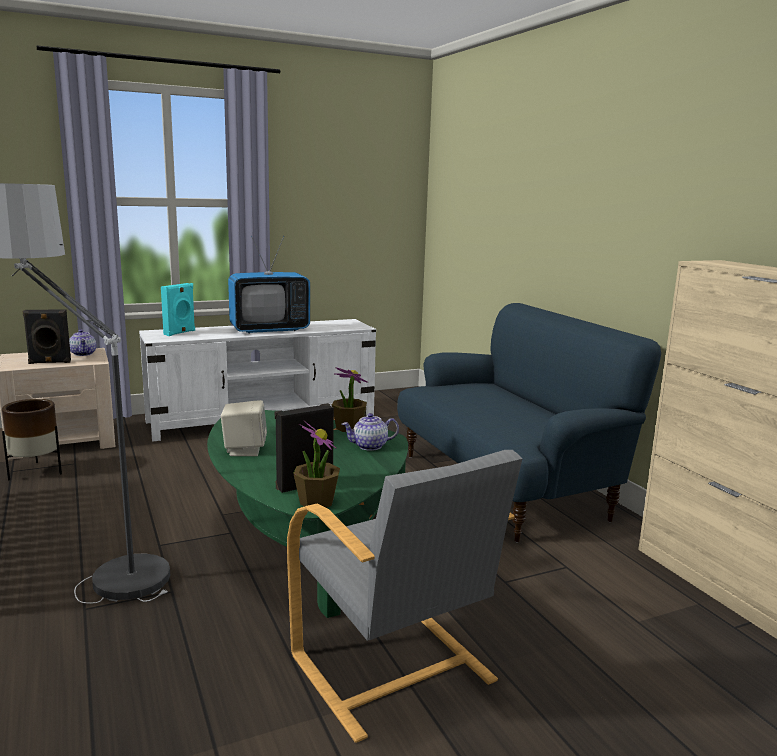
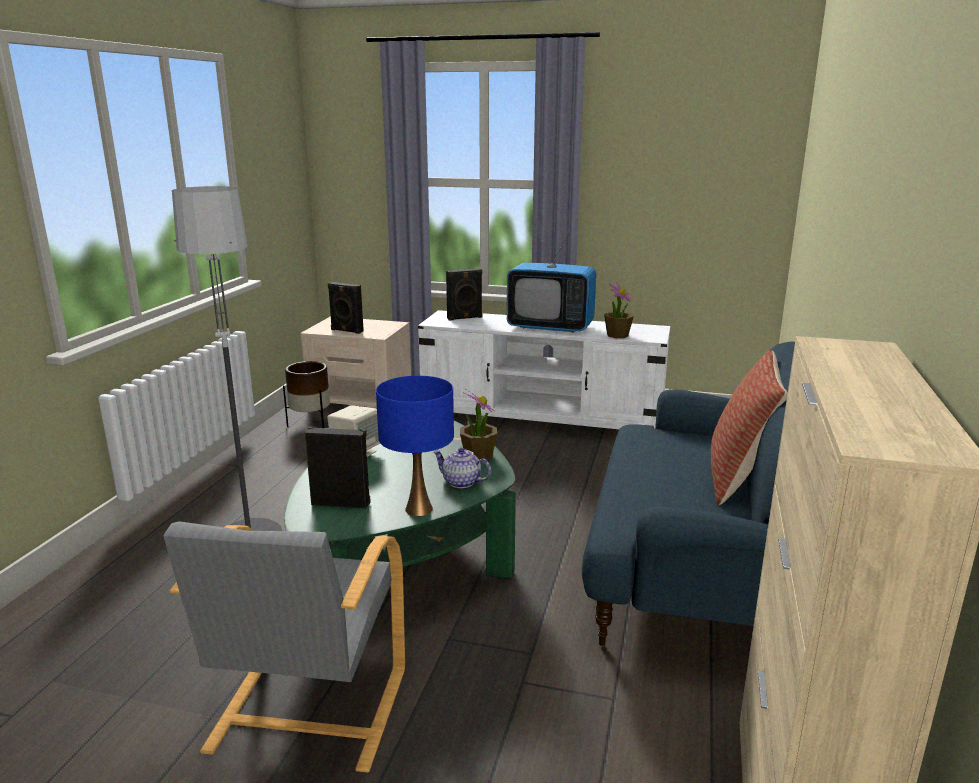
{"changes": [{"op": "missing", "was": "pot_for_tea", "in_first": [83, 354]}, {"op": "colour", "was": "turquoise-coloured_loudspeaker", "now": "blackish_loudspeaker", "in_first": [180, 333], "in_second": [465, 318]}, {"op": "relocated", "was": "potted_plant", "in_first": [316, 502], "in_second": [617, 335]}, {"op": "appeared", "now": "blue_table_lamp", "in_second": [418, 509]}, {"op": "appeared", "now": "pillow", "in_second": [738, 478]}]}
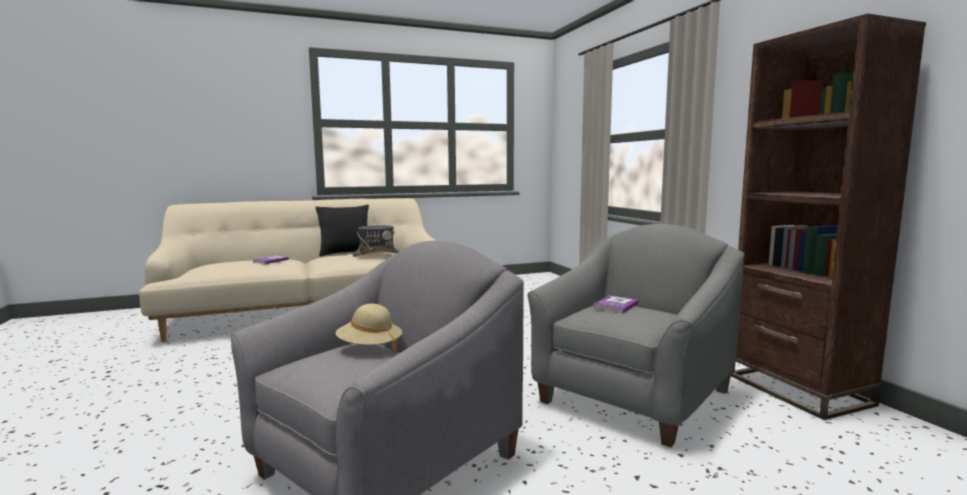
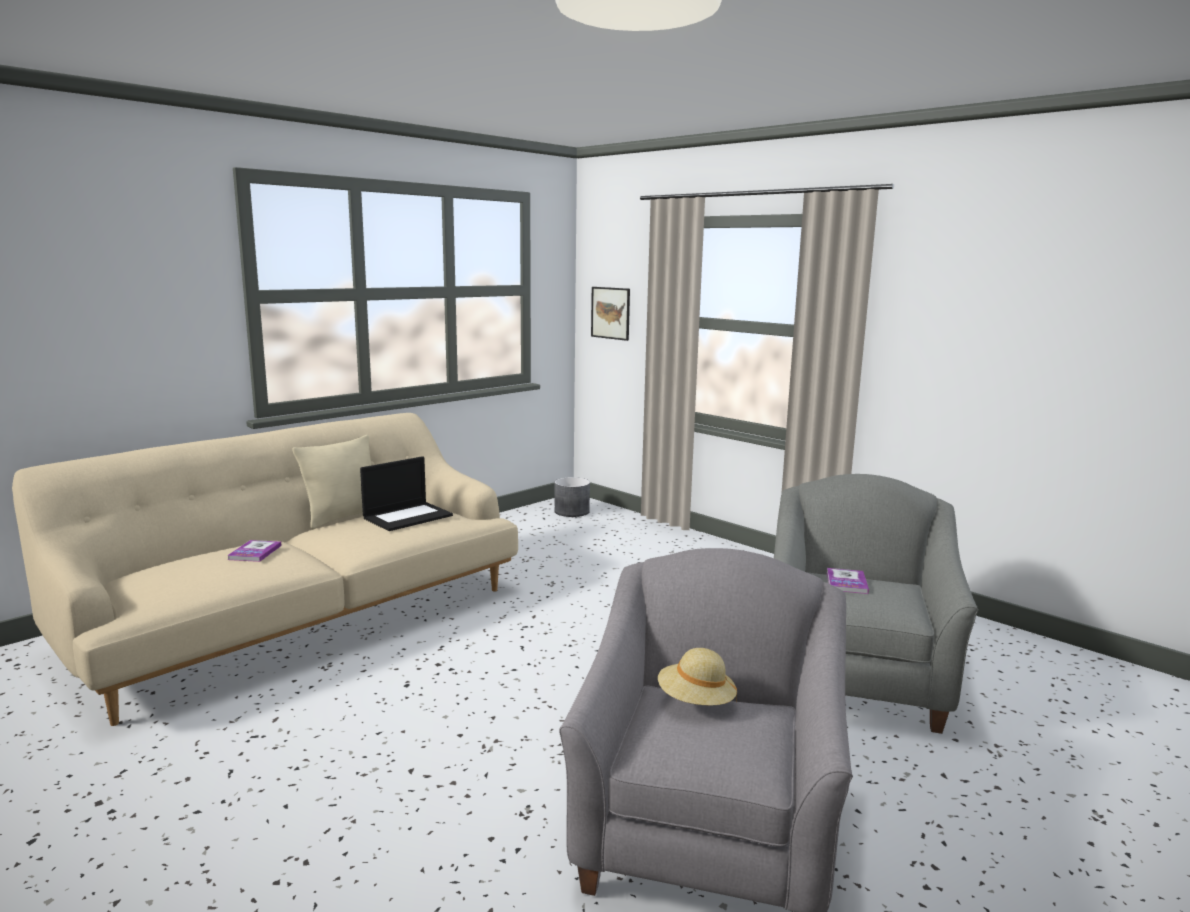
{"changes": [{"op": "colour", "was": "blackish_pillow", "now": "beige_pillow", "in_first": [346, 253], "in_second": [344, 517]}, {"op": "exchanged", "was": "grey_clothing_hat", "now": "notebook_computer", "in_first": [377, 254], "in_second": [408, 516]}, {"op": "missing", "was": "brown_bookshelf", "in_first": [797, 389]}, {"op": "appeared", "now": "grey_plant_pot", "in_second": [571, 512]}, {"op": "appeared", "now": "wall_picture", "in_second": [610, 313]}]}
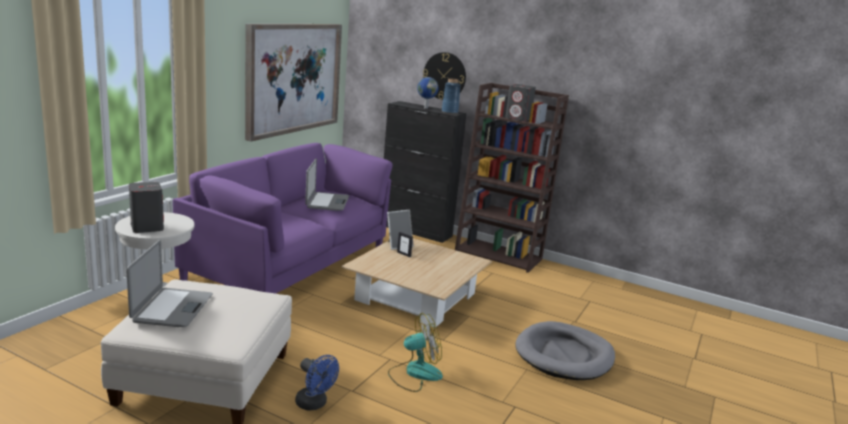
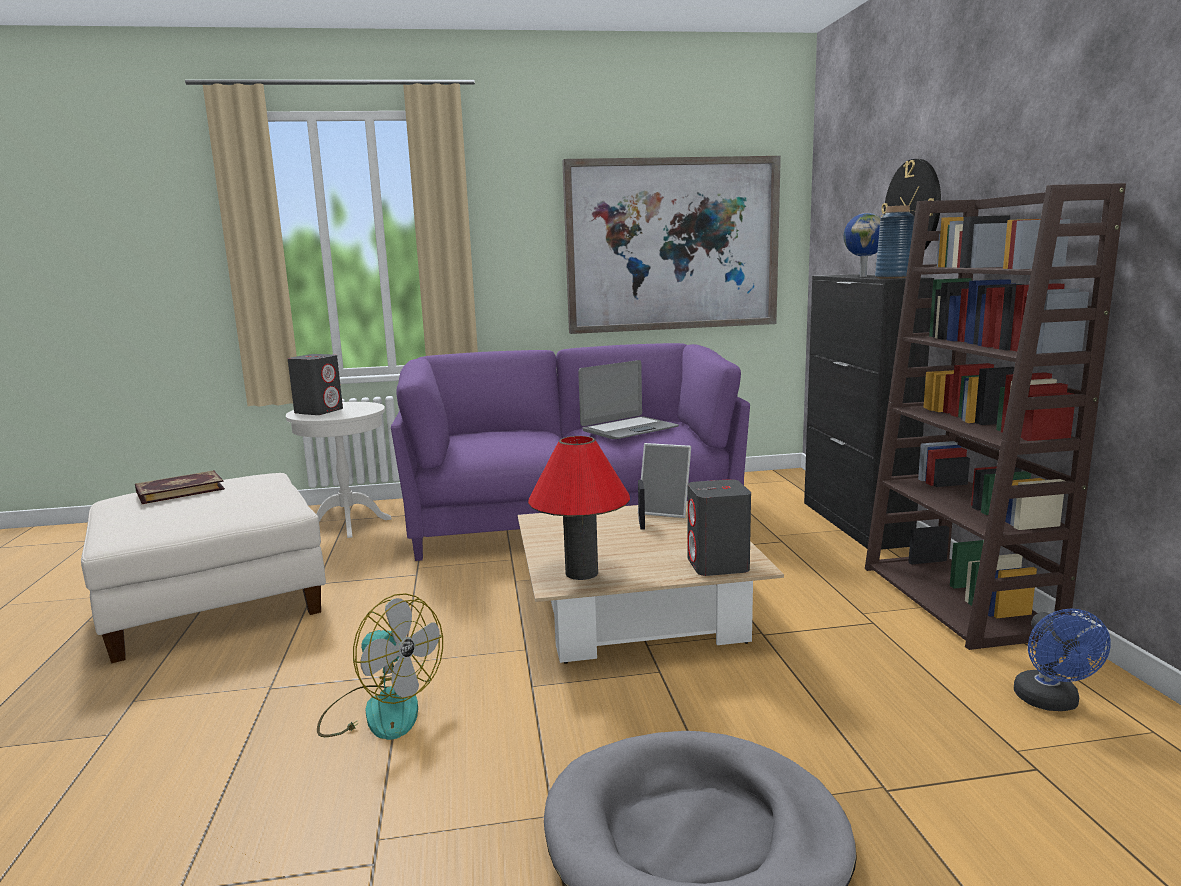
{"changes": [{"op": "exchanged", "was": "notebook_computer", "now": "volume", "in_first": [172, 308], "in_second": [180, 490]}, {"op": "relocated", "was": "blue_cooling_fan", "in_first": [315, 404], "in_second": [1051, 703]}, {"op": "relocated", "was": "grey_loudspeaker", "in_first": [518, 119], "in_second": [718, 565]}, {"op": "appeared", "now": "reddish_table_lamp", "in_second": [581, 573]}]}
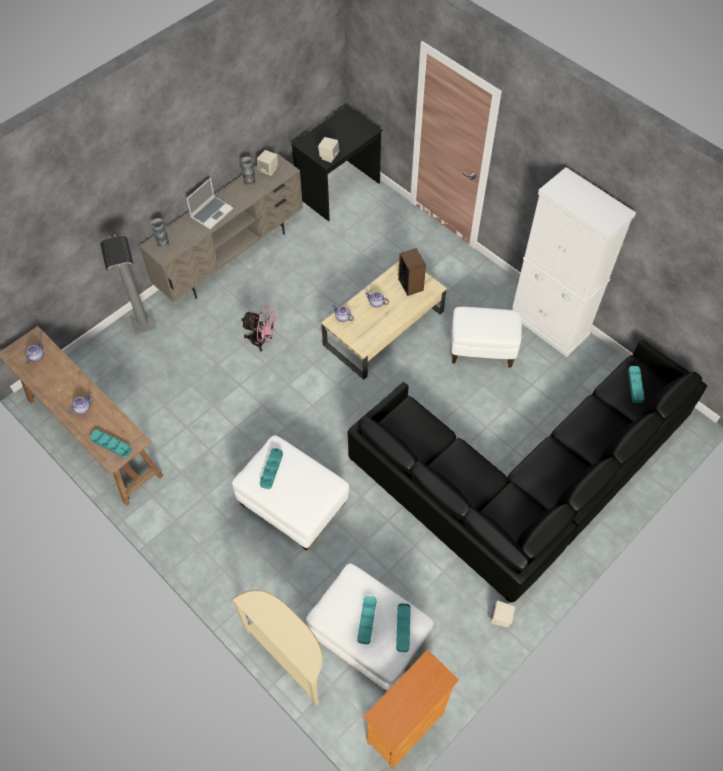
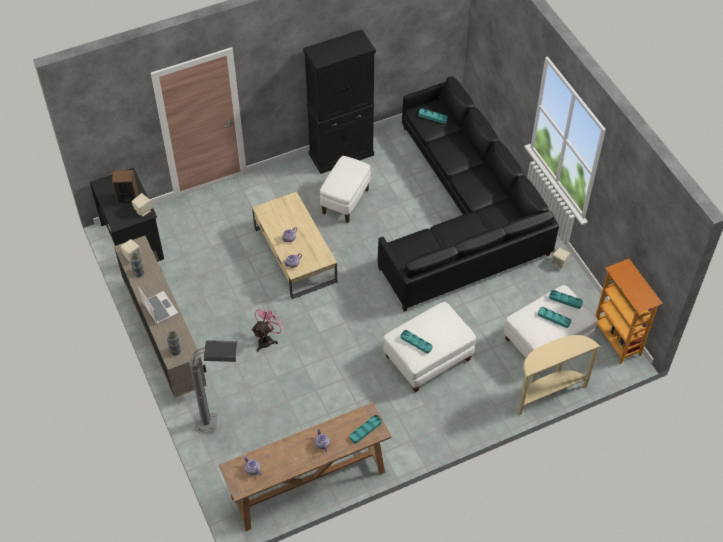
{"changes": [{"op": "relocated", "was": "loudspeaker", "in_first": [411, 284], "in_second": [128, 198]}, {"op": "colour", "was": "whitish_storage_cabinet", "now": "blackish_storage_cabinet", "in_first": [549, 325], "in_second": [341, 154]}]}
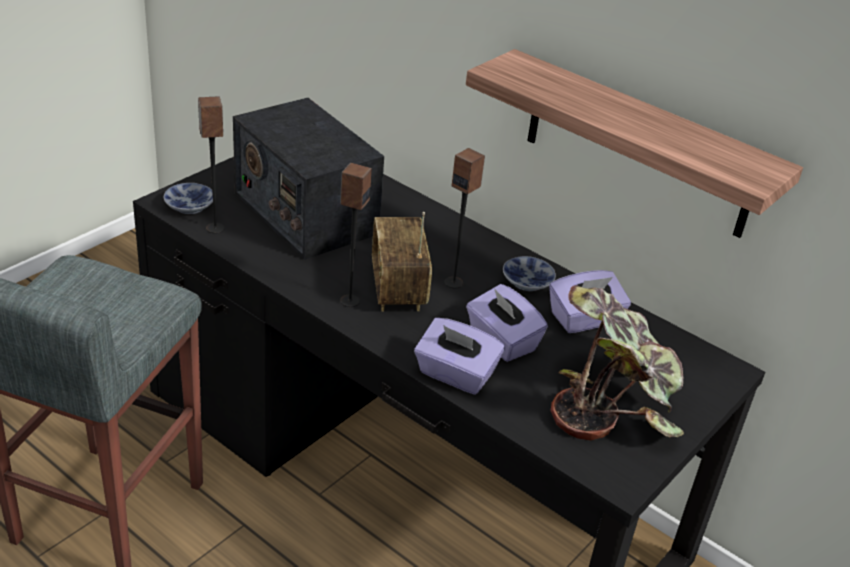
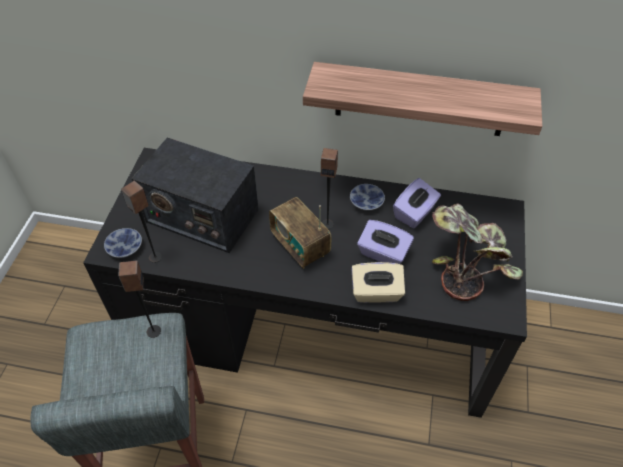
{"changes": [{"op": "relocated", "was": "loudspeaker", "in_first": [349, 301], "in_second": [153, 331]}, {"op": "colour", "was": "purple_tissue_holder", "now": "beige_tissue_holder", "in_first": [455, 375], "in_second": [376, 293]}]}
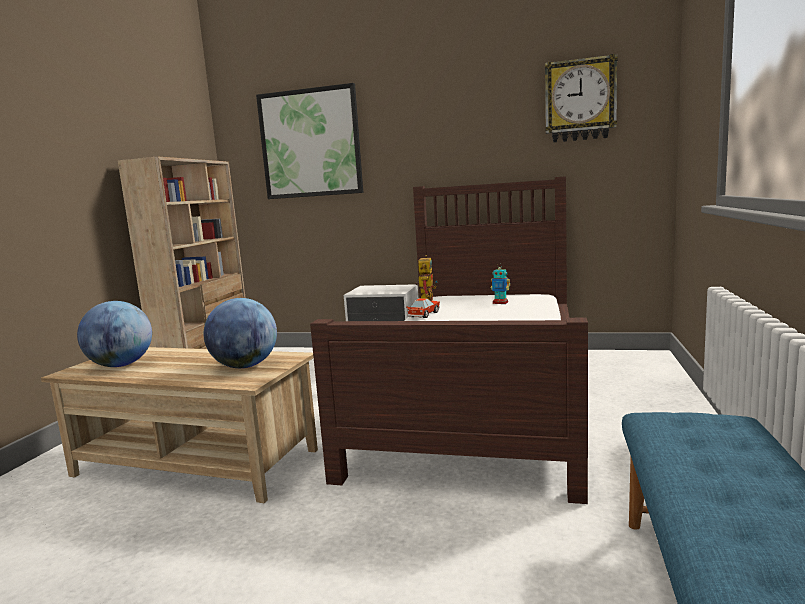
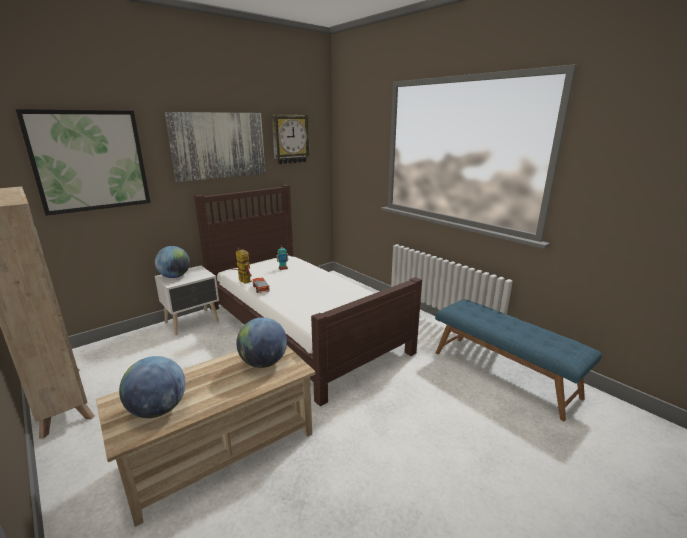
{"changes": [{"op": "appeared", "now": "desk_globe", "in_second": [175, 276]}, {"op": "appeared", "now": "wall_picture", "in_second": [219, 145]}]}
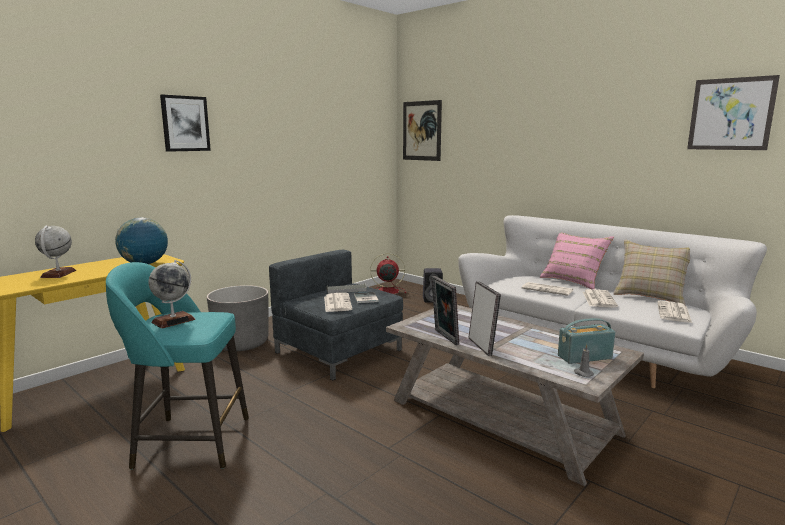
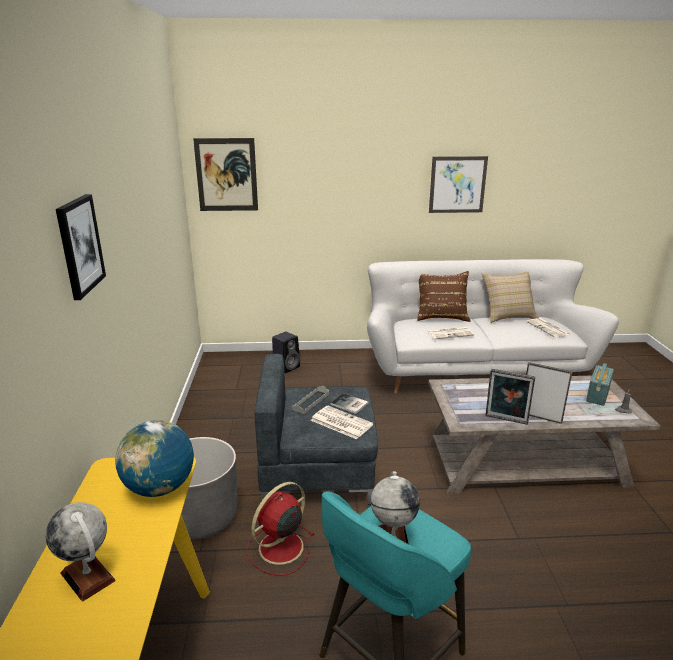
{"changes": [{"op": "relocated", "was": "reddish_cooling_fan", "in_first": [386, 291], "in_second": [279, 548]}, {"op": "colour", "was": "pinkish_pillow", "now": "brown_pillow", "in_first": [573, 281], "in_second": [441, 316]}, {"op": "missing", "was": "printed_paper", "in_first": [598, 299]}, {"op": "relocated", "was": "wall_picture", "in_first": [731, 114], "in_second": [457, 184]}]}
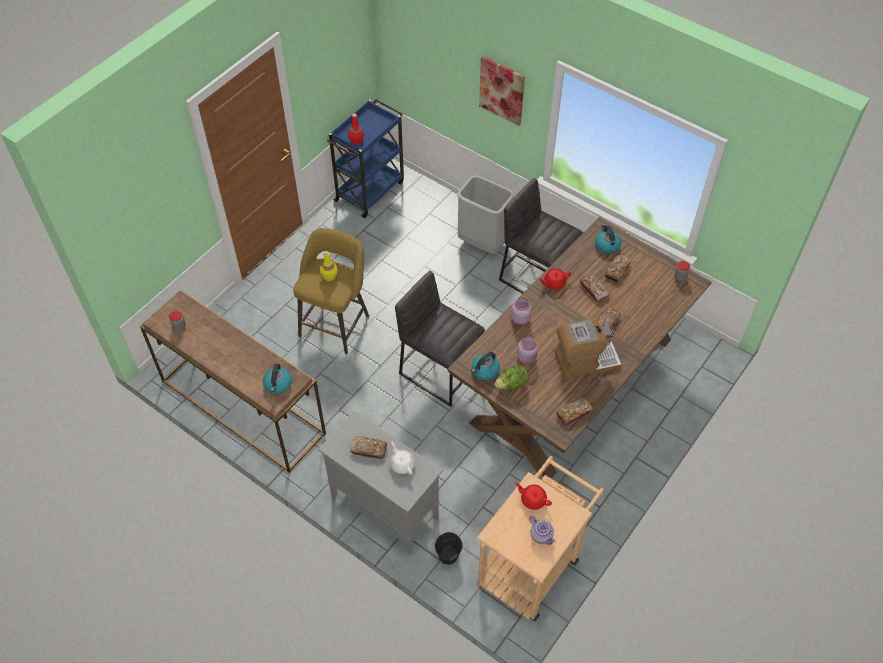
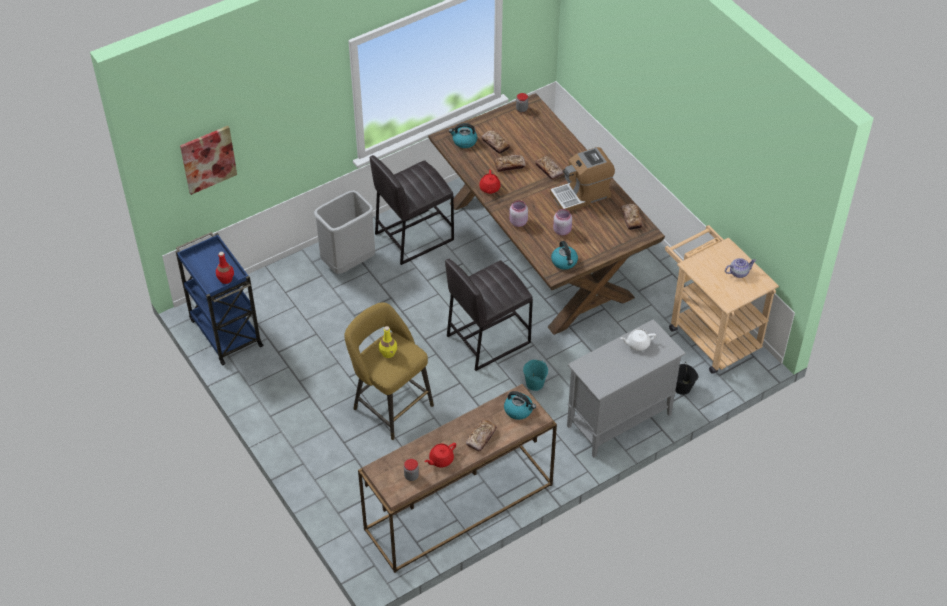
{"changes": [{"op": "relocated", "was": "bakery_bread", "in_first": [369, 449], "in_second": [481, 438]}, {"op": "relocated", "was": "wall_picture", "in_first": [502, 90], "in_second": [208, 159]}, {"op": "missing", "was": "head_of_lettuce", "in_first": [511, 385]}, {"op": "relocated", "was": "reddish_pot_for_tea", "in_first": [532, 499], "in_second": [440, 460]}, {"op": "spun", "was": "coffee_maker", "in_first": [585, 360], "in_second": [581, 195], "clockwise": -120}, {"op": "appeared", "now": "turquoise-coloured_pail", "in_second": [535, 384]}]}
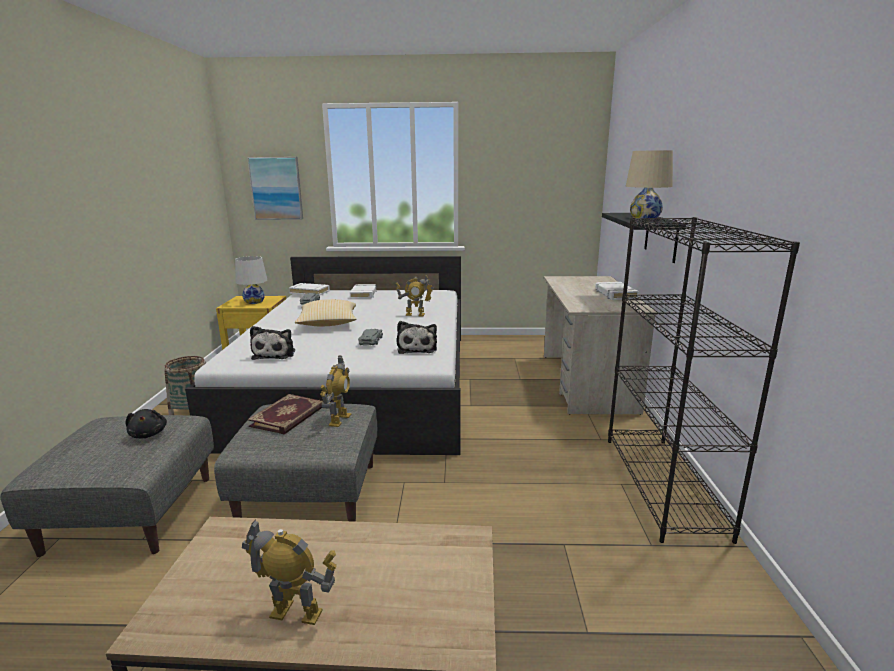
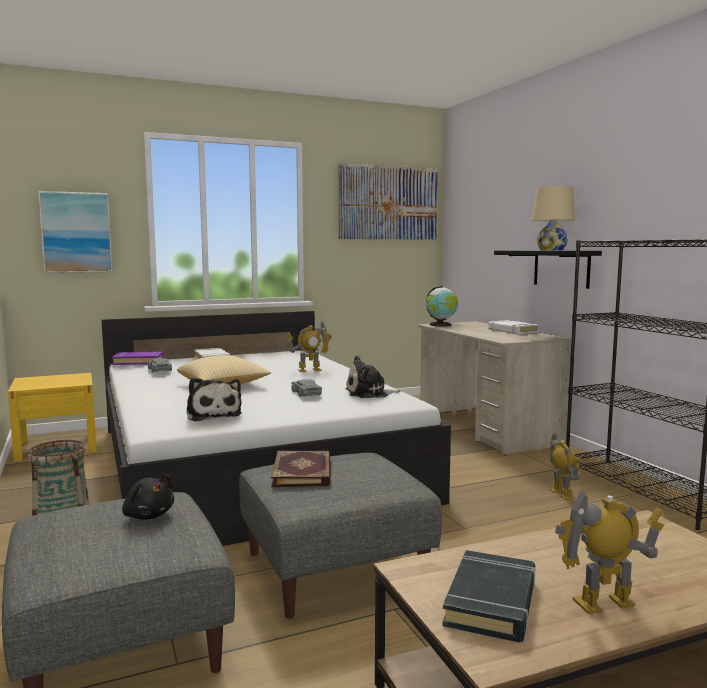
{"changes": [{"op": "missing", "was": "whitish_table_lamp", "in_first": [254, 302]}, {"op": "colour", "was": "whitish_volume", "now": "purple_volume", "in_first": [310, 292], "in_second": [138, 362]}, {"op": "relocated", "was": "robot_figure", "in_first": [339, 419], "in_second": [562, 494]}, {"op": "spun", "was": "plush_toy", "in_first": [417, 348], "in_second": [369, 393], "clockwise": 105}, {"op": "appeared", "now": "wall_picture", "in_second": [388, 203]}, {"op": "appeared", "now": "desk_globe", "in_second": [441, 325]}, {"op": "appeared", "now": "blackish_volume", "in_second": [491, 602]}]}
